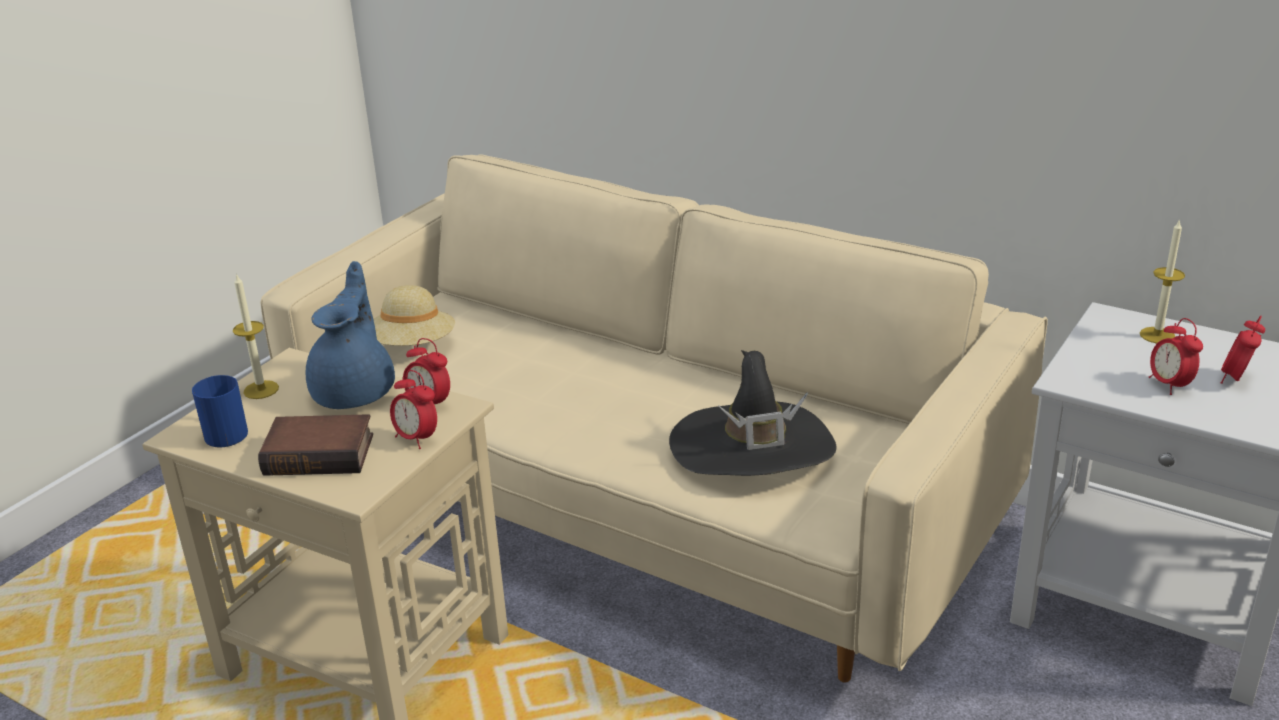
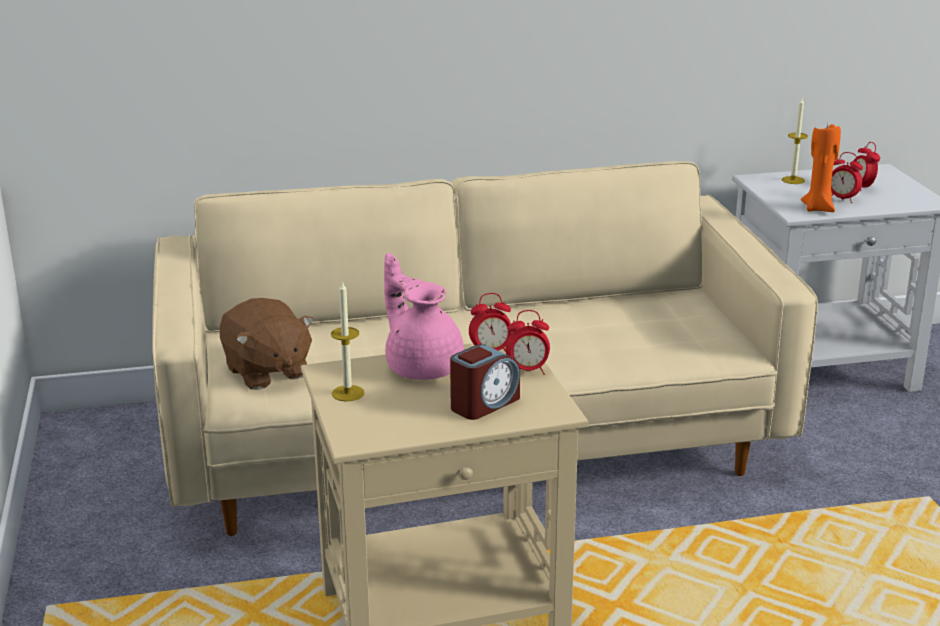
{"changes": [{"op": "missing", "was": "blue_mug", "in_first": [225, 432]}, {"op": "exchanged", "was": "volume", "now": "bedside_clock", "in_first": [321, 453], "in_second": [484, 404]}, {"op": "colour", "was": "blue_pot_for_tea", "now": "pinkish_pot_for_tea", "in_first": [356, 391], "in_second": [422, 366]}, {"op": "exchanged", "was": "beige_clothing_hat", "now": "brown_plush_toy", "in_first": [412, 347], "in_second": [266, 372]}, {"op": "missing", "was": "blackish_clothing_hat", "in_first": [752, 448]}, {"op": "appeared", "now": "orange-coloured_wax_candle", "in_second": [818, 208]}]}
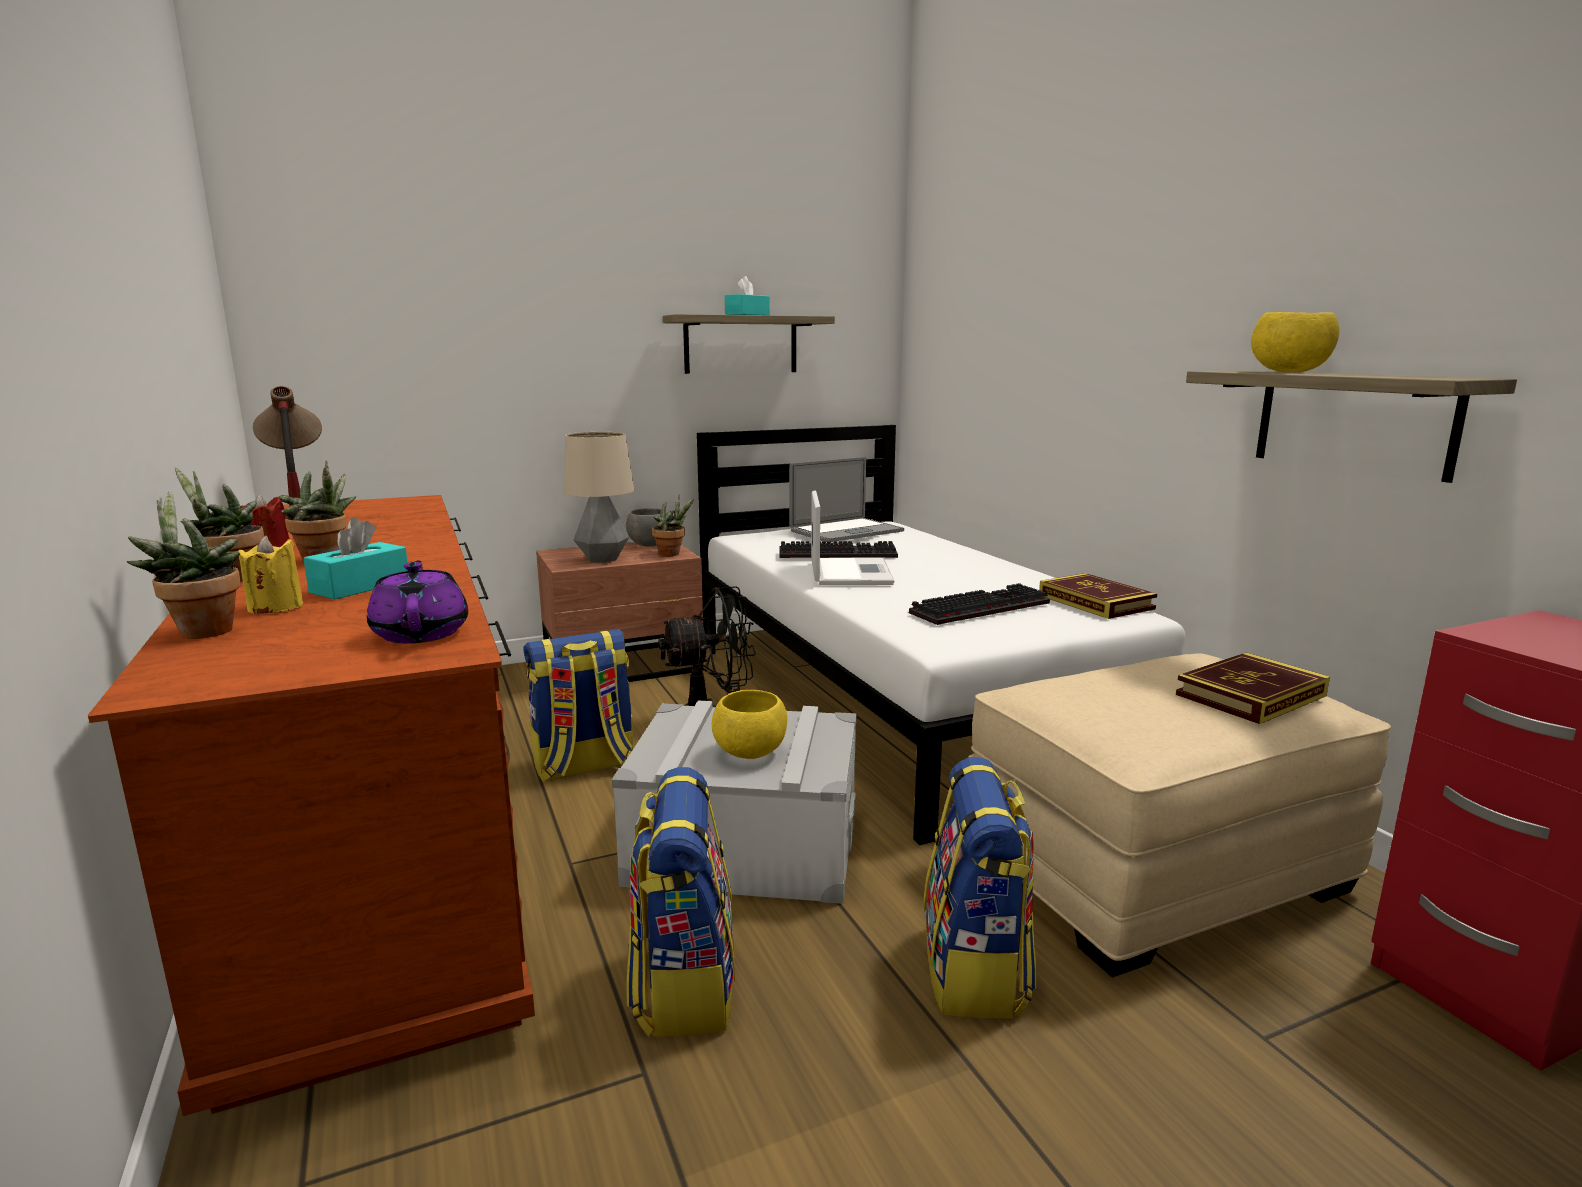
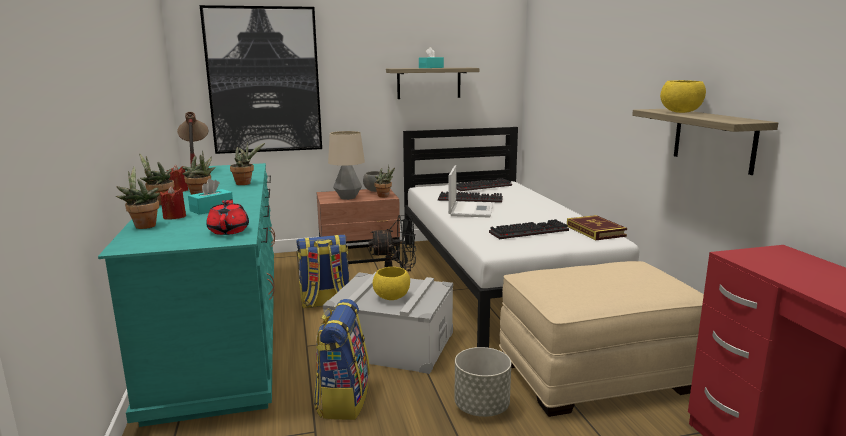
{"changes": [{"op": "colour", "was": "brown_drawer_chest", "now": "turquoise-coloured_drawer_chest", "in_first": [381, 844], "in_second": [223, 330]}, {"op": "colour", "was": "yellow-coloured_wax_candle", "now": "reddish_wax_candle", "in_first": [275, 607], "in_second": [174, 217]}, {"op": "colour", "was": "purple_pot_for_tea", "now": "reddish_pot_for_tea", "in_first": [421, 633], "in_second": [229, 230]}, {"op": "exchanged", "was": "notebook_computer", "now": "computer_keyboard", "in_first": [846, 531], "in_second": [482, 186]}, {"op": "exchanged", "was": "knapsack", "now": "grey_plant_pot", "in_first": [976, 971], "in_second": [482, 407]}, {"op": "missing", "was": "volume", "in_first": [1250, 695]}, {"op": "appeared", "now": "wall_picture", "in_second": [264, 81]}, {"op": "appeared", "now": "potted_plant", "in_second": [245, 183]}]}
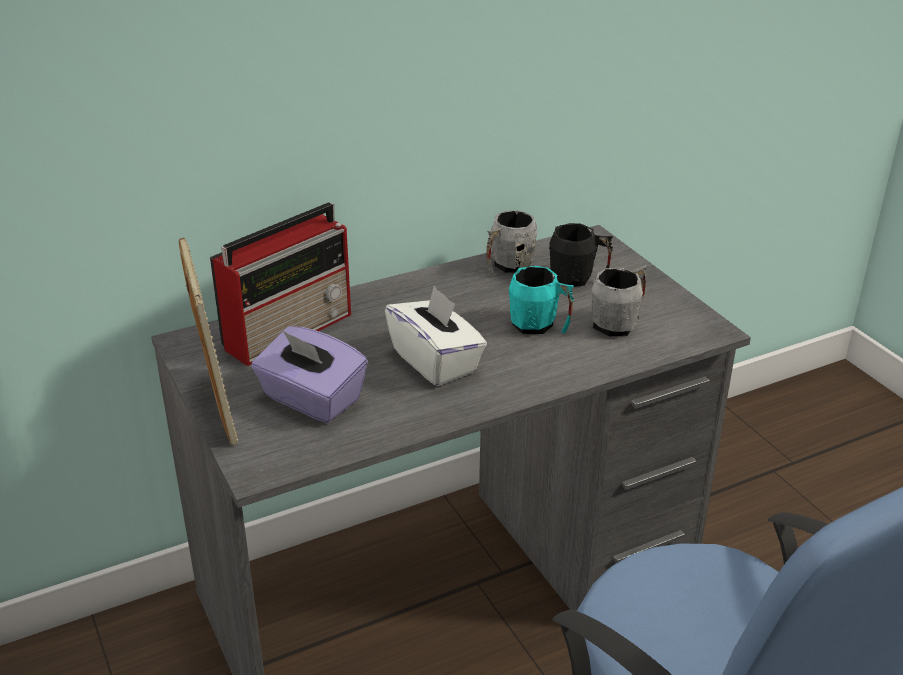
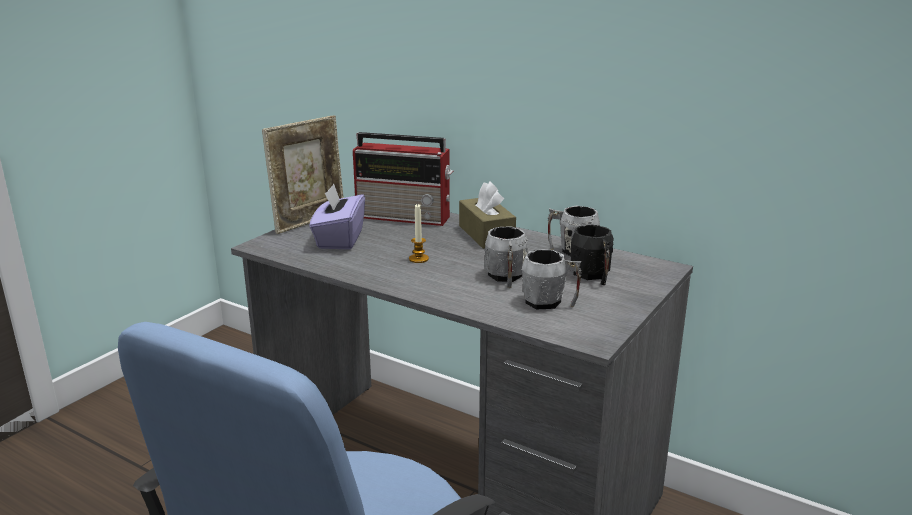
{"changes": [{"op": "exchanged", "was": "whitish_tissue_holder", "now": "wax_candle", "in_first": [435, 362], "in_second": [418, 259]}, {"op": "colour", "was": "turquoise-coloured_mug", "now": "grey_mug", "in_first": [539, 326], "in_second": [505, 278]}, {"op": "appeared", "now": "brown_tissue_holder", "in_second": [486, 235]}]}
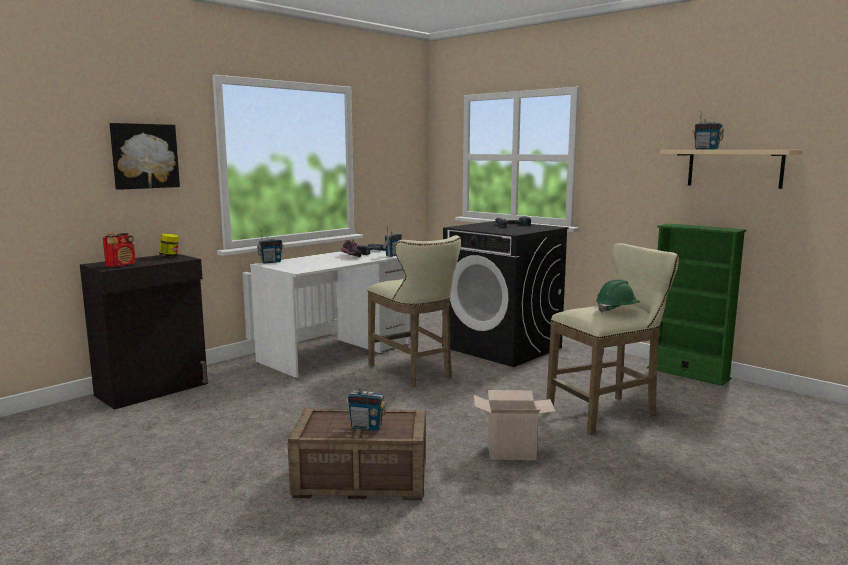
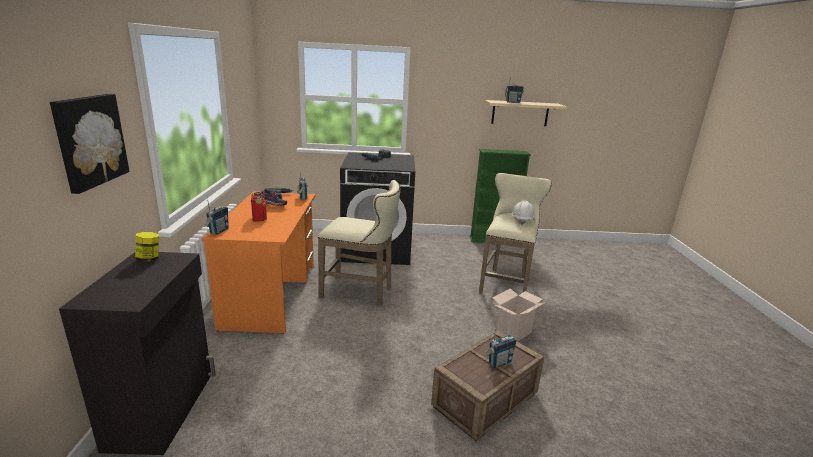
{"changes": [{"op": "relocated", "was": "radio_set", "in_first": [121, 265], "in_second": [259, 218]}, {"op": "colour", "was": "whitish_desk_table", "now": "orange-coloured_desk_table", "in_first": [336, 353], "in_second": [271, 294]}, {"op": "colour", "was": "green_hard_hat", "now": "whitish_hard_hat", "in_first": [616, 310], "in_second": [522, 220]}]}
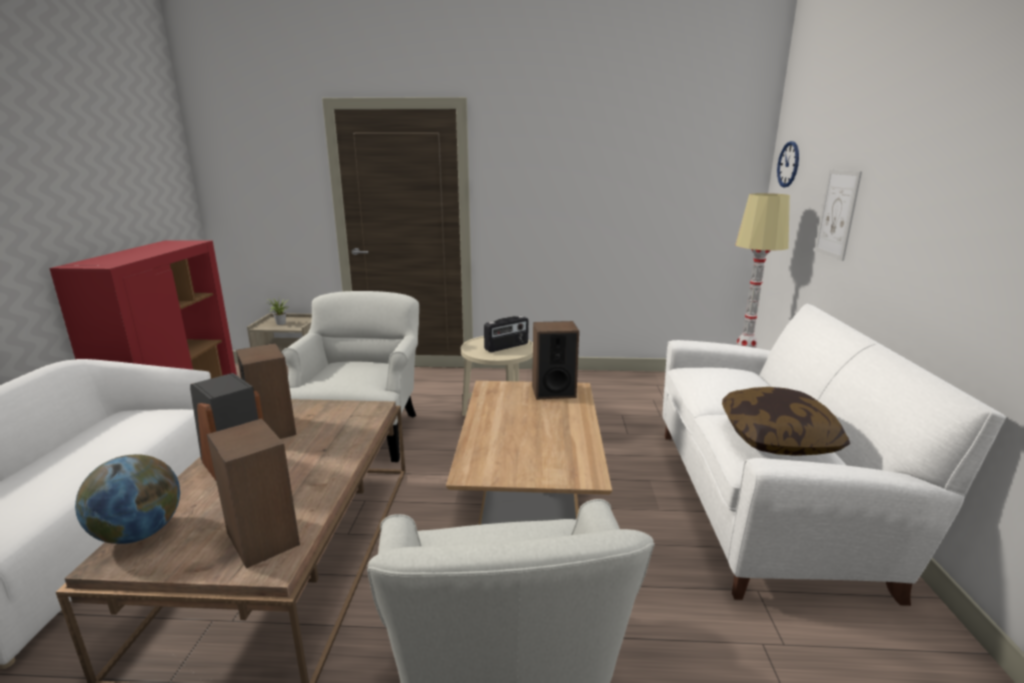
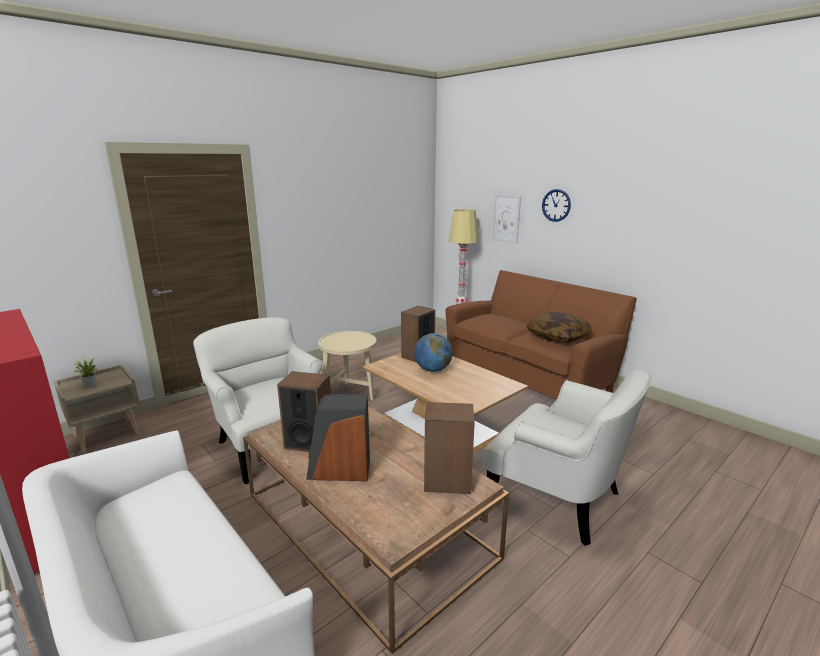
{"changes": [{"op": "relocated", "was": "desk_globe", "in_first": [139, 533], "in_second": [433, 370]}, {"op": "missing", "was": "radio_set", "in_first": [507, 347]}, {"op": "colour", "was": "whitish_couch", "now": "brown_couch", "in_first": [764, 502], "in_second": [529, 379]}, {"op": "relocated", "was": "clock_on_the_wall", "in_first": [788, 164], "in_second": [556, 205]}]}
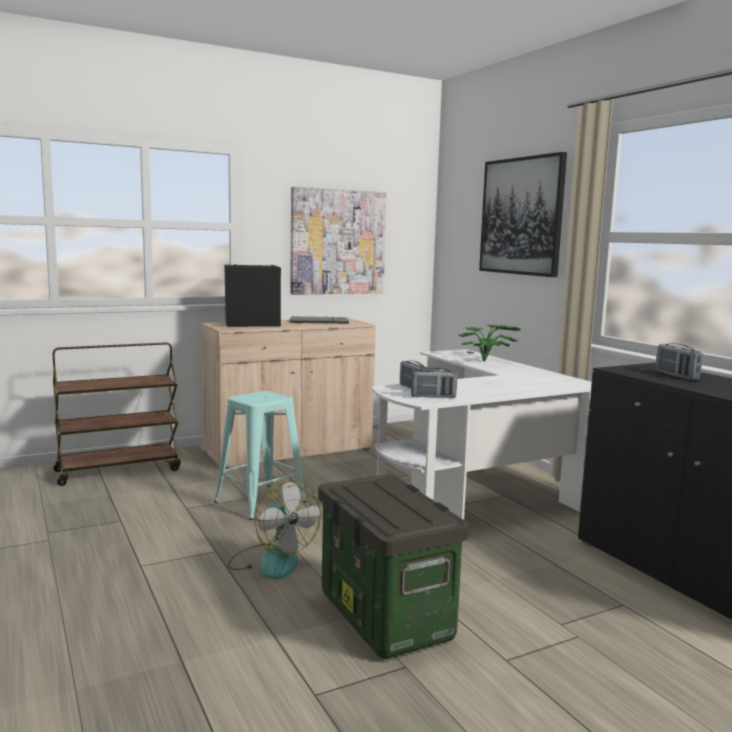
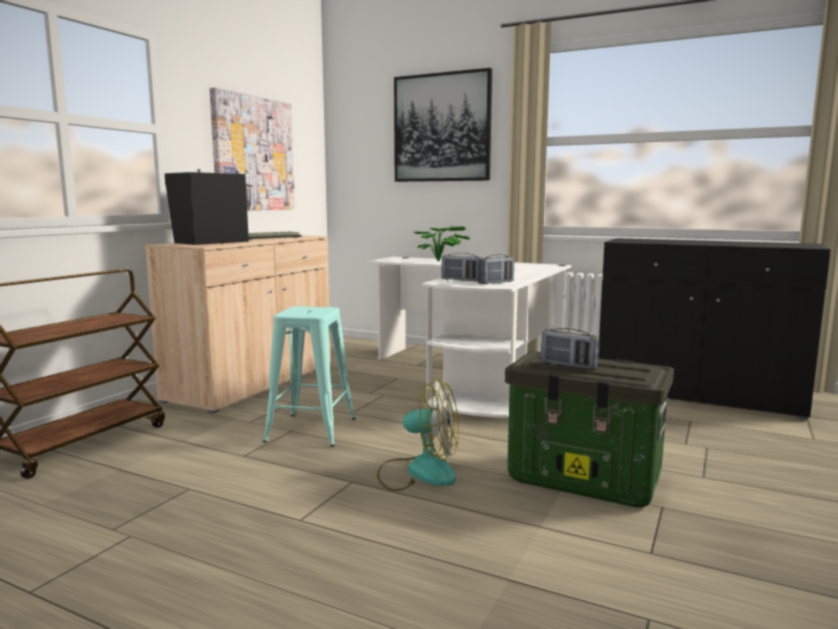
{"changes": [{"op": "relocated", "was": "radio_set", "in_first": [676, 376], "in_second": [568, 365]}]}
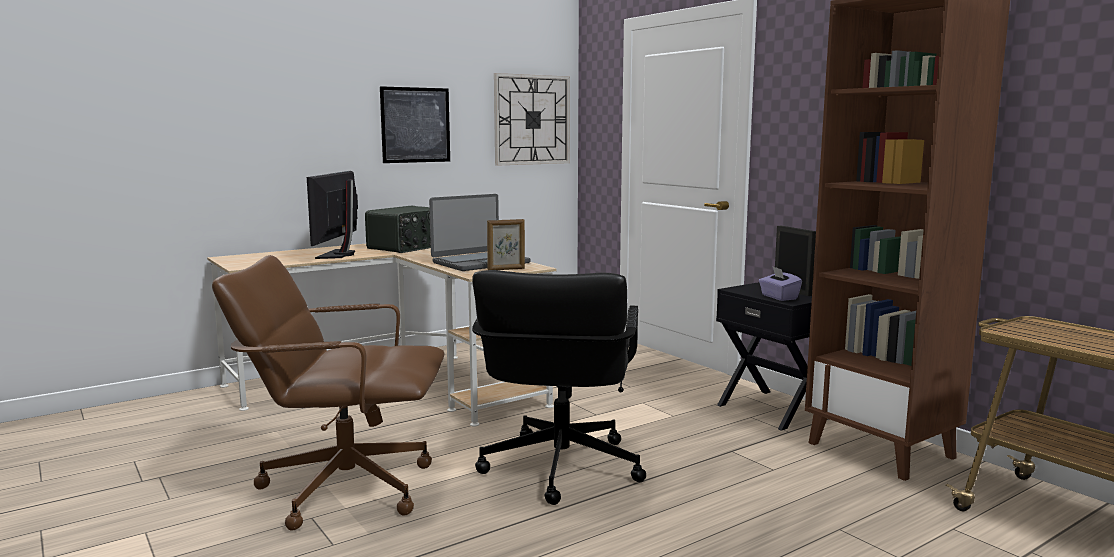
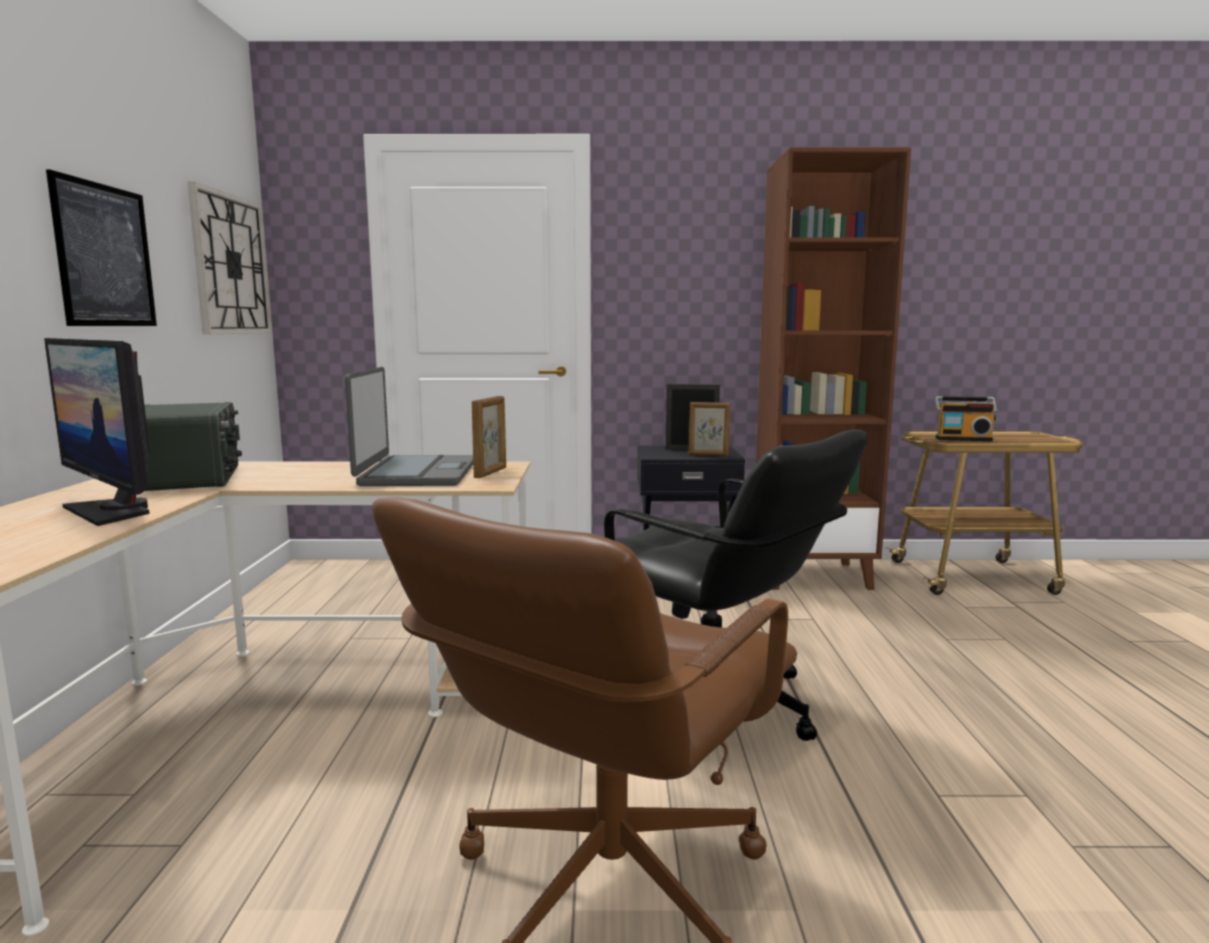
{"changes": [{"op": "exchanged", "was": "purple_tissue_holder", "now": "photo_frame", "in_first": [778, 297], "in_second": [708, 455]}, {"op": "appeared", "now": "radio_set", "in_second": [963, 439]}]}
